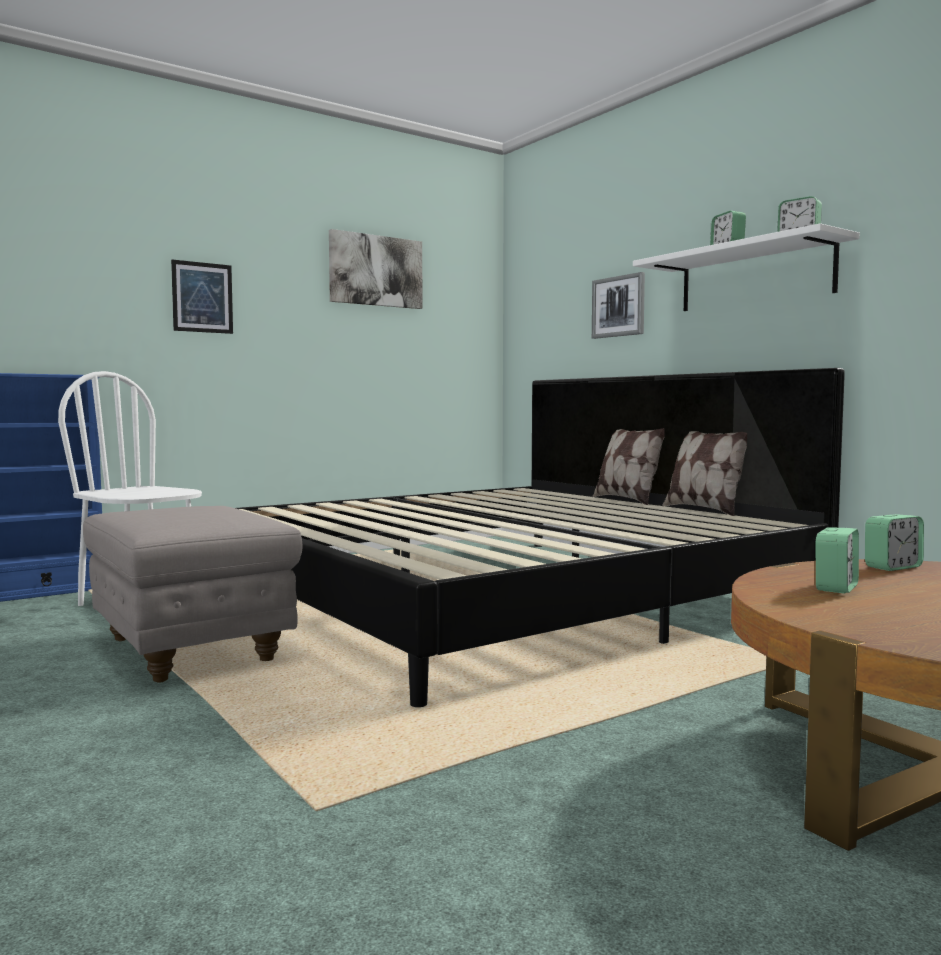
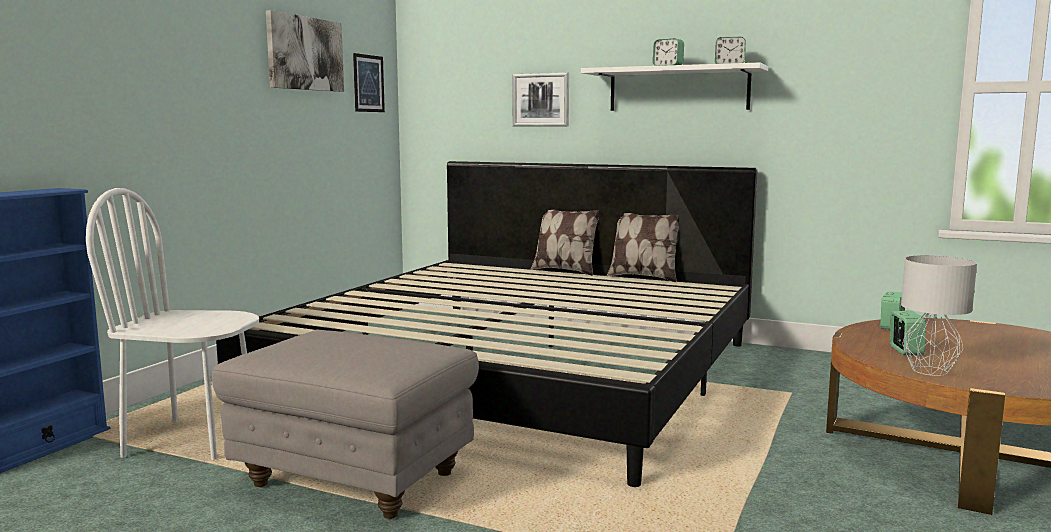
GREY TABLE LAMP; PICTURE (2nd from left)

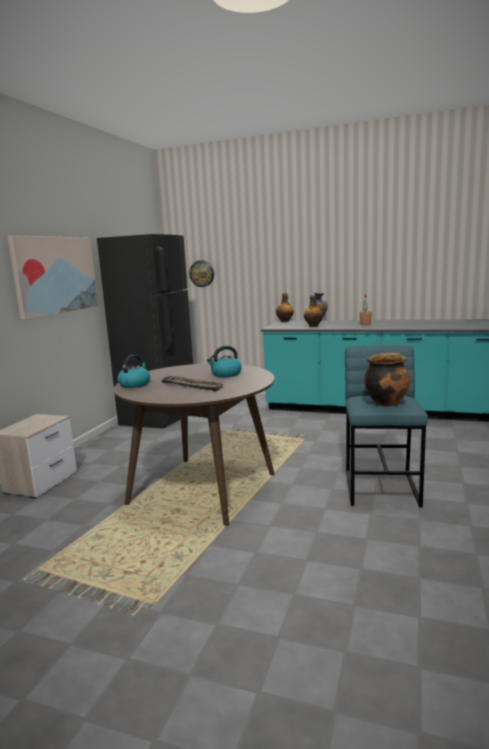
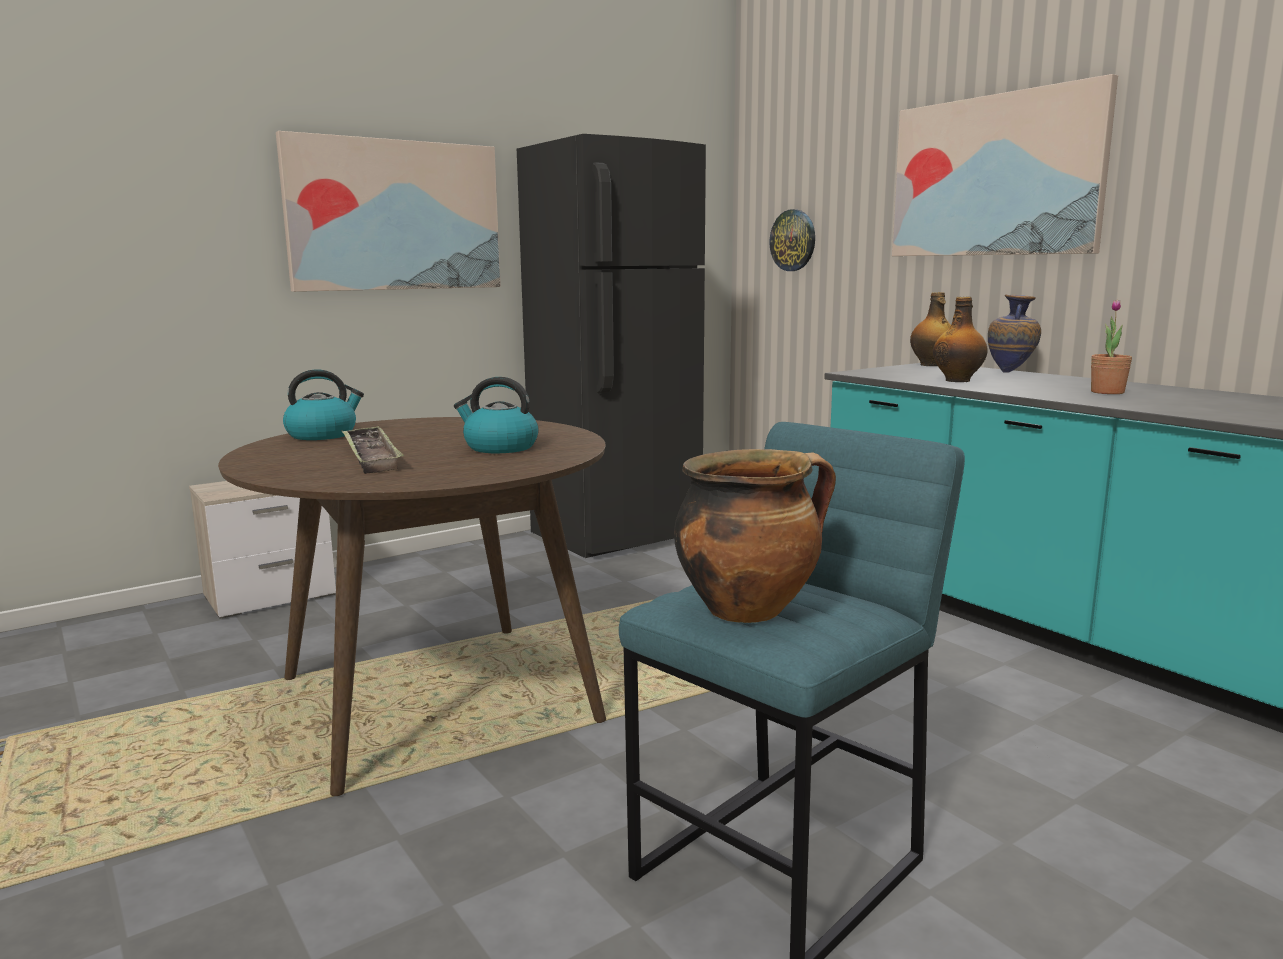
PICTURE (2nd from left)

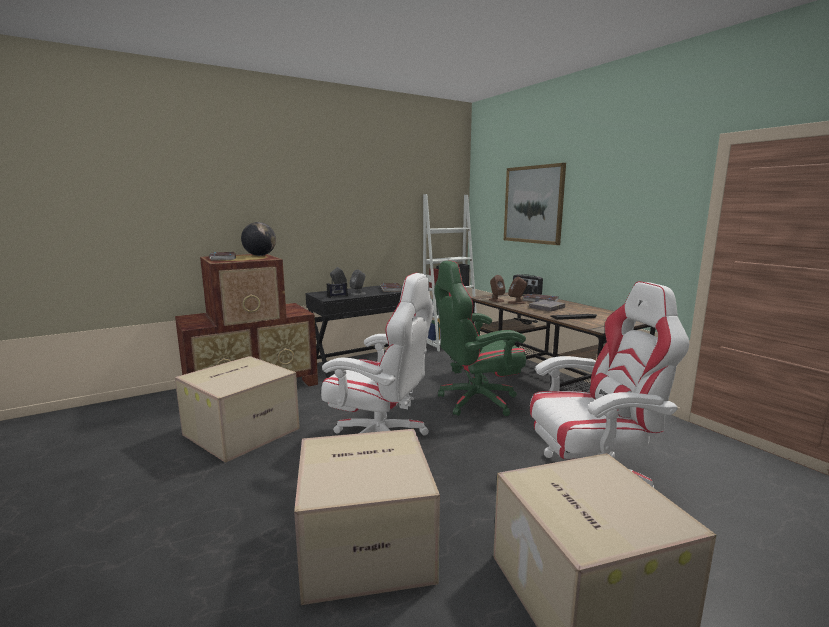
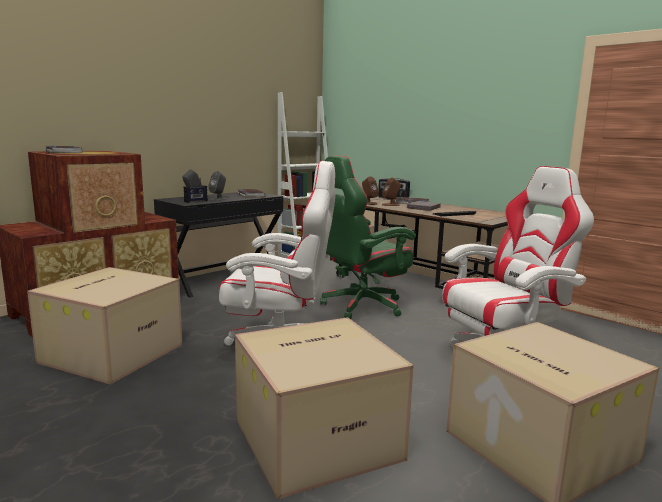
GLOBE; PICTURE

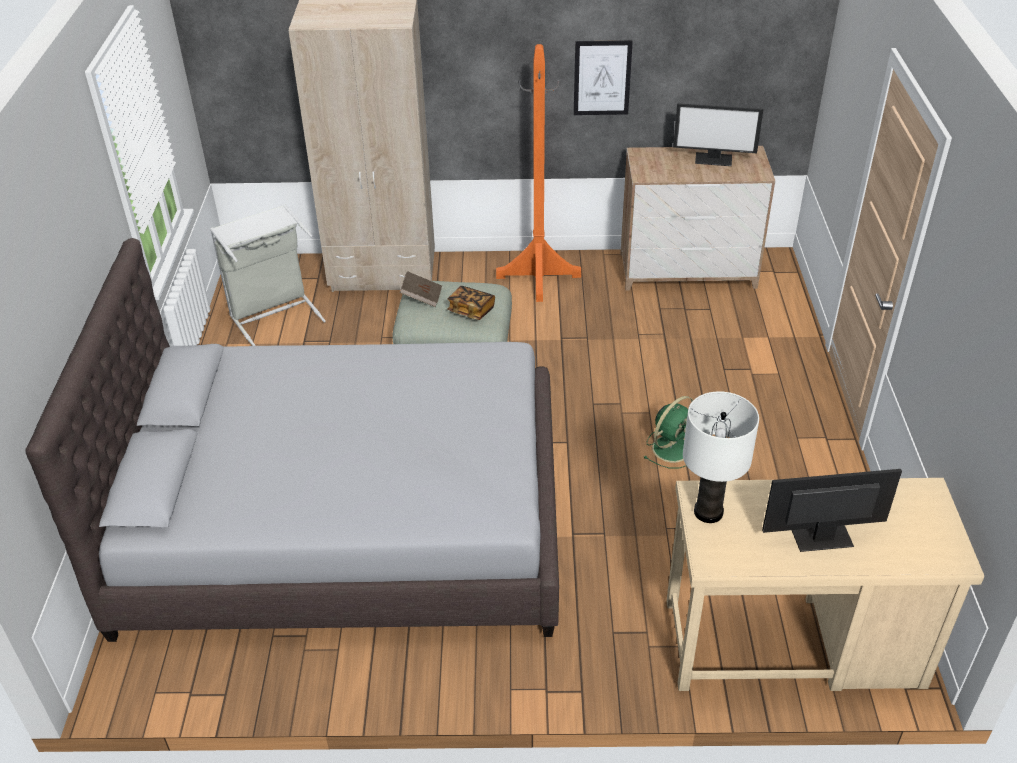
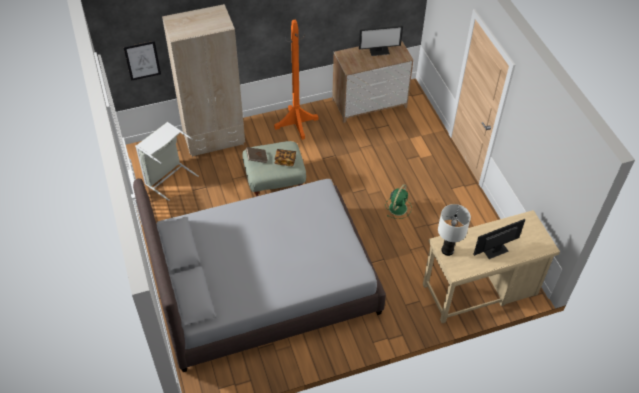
PICTURE

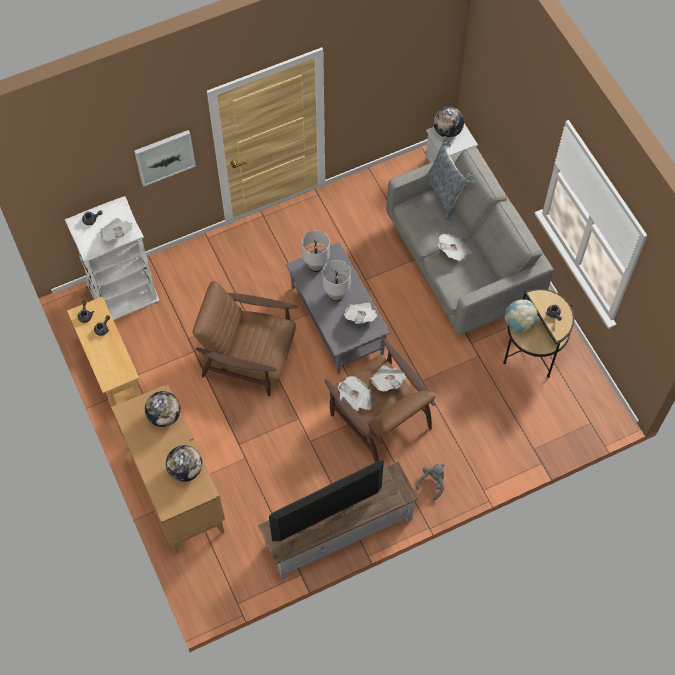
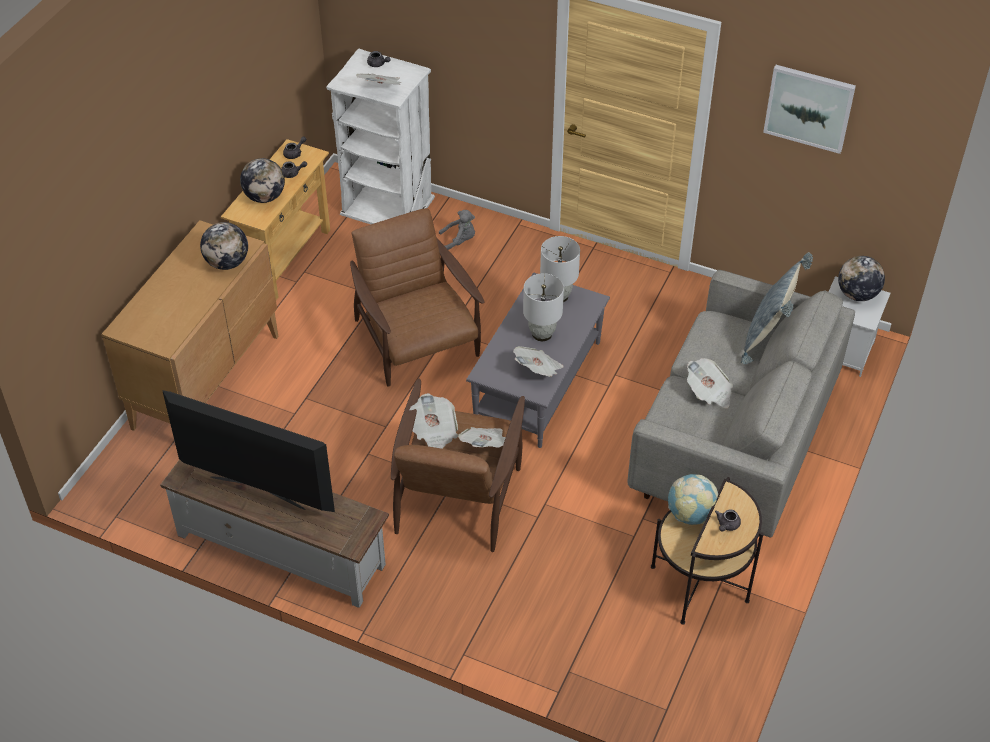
PICTURE; GLOBE (2nd from left); GREY PLUSH TOY

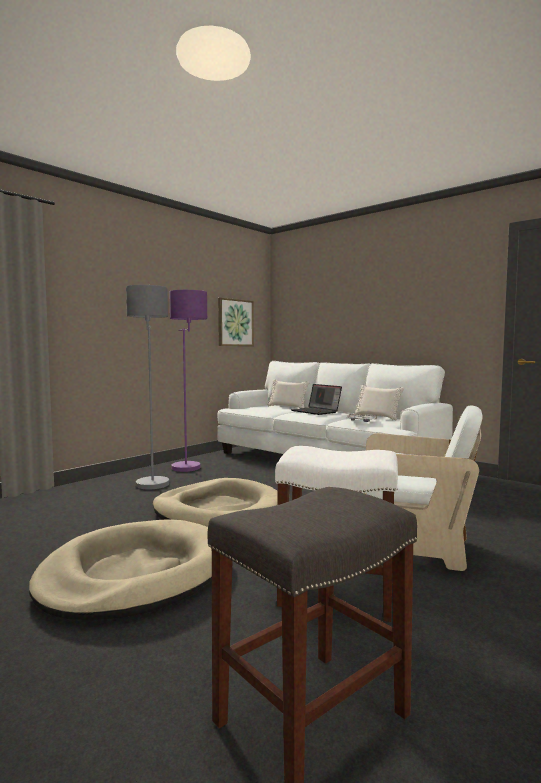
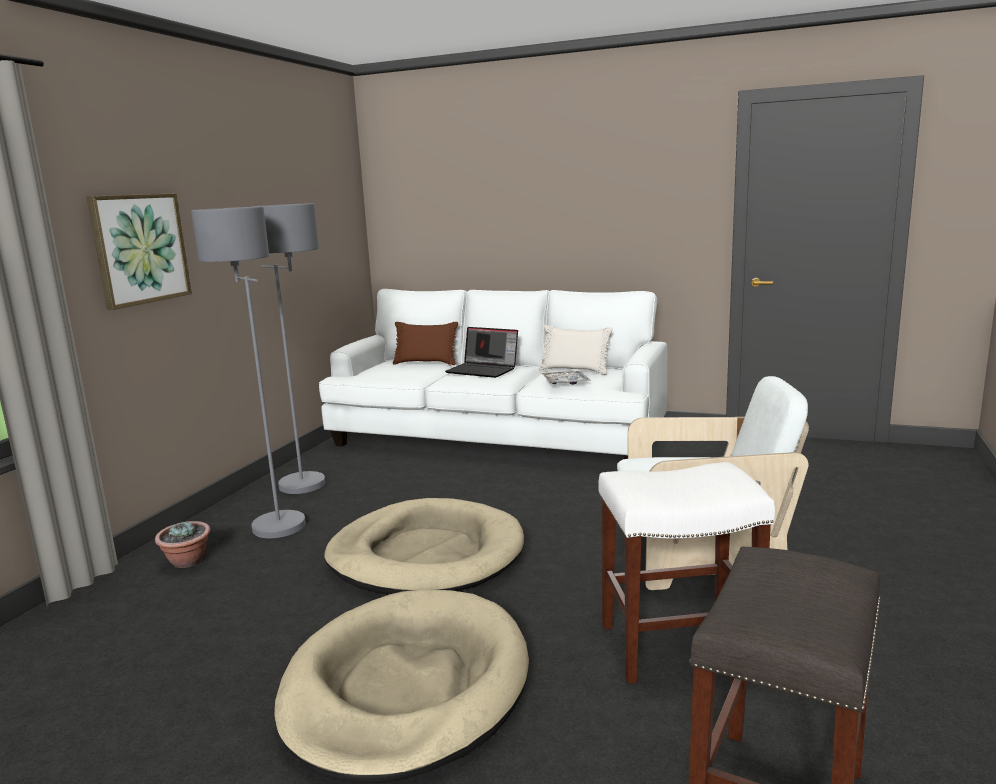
POTTED PLANT; PICTURE; GREY FLOOR LAMP (2nd from left); BROWN PILLOW

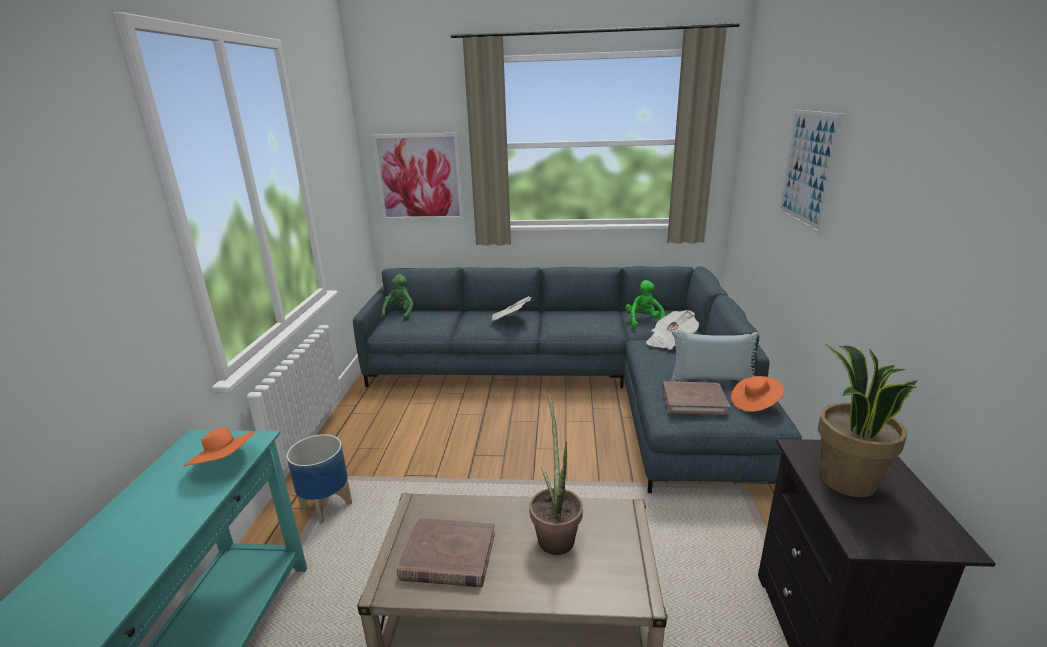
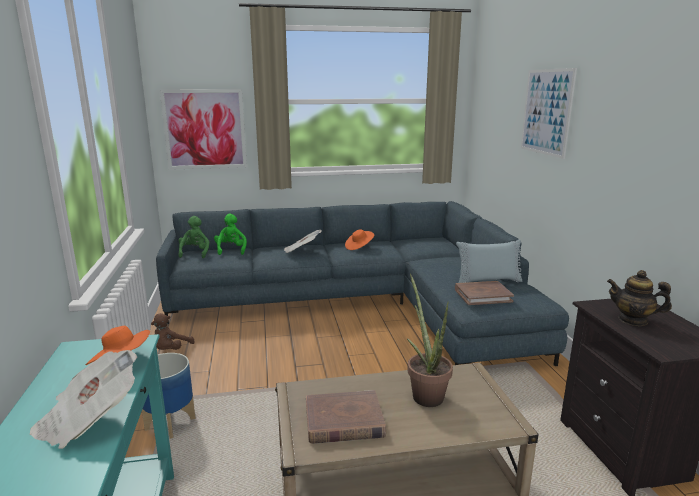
BROWN PLUSH TOY; GREEN PLUSH TOY (2nd from left); NEWSPAPER (1st from left); ORANGE HAT (2nd from left); TEAPOT

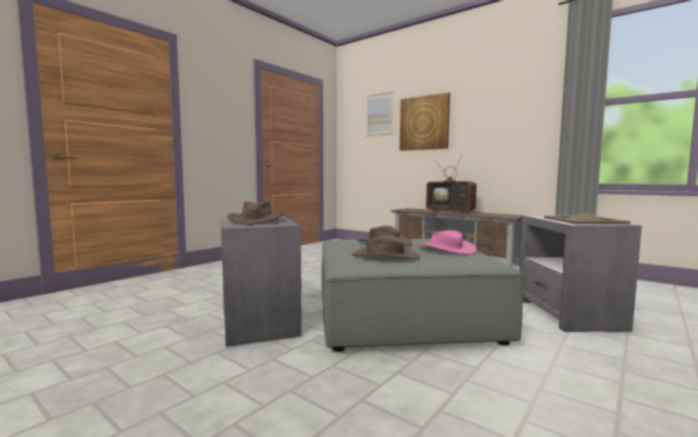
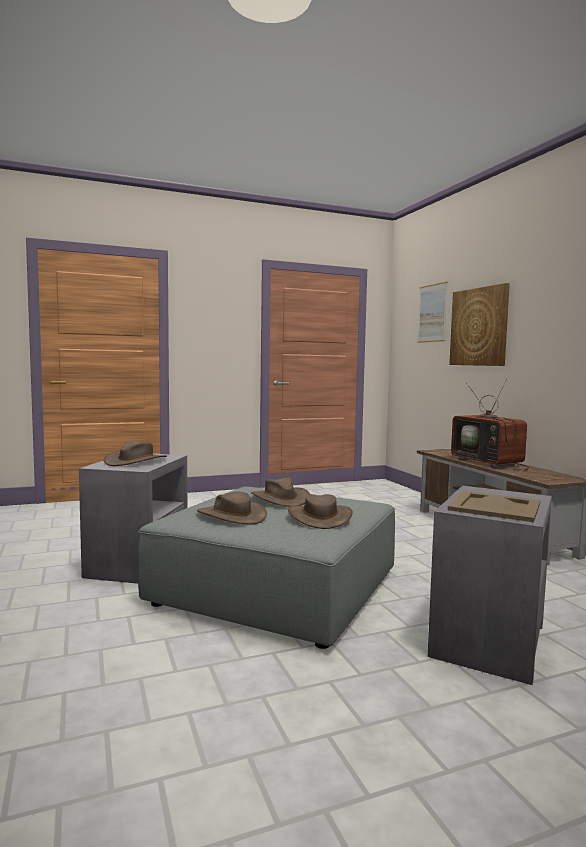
BROWN HAT (4th from left)

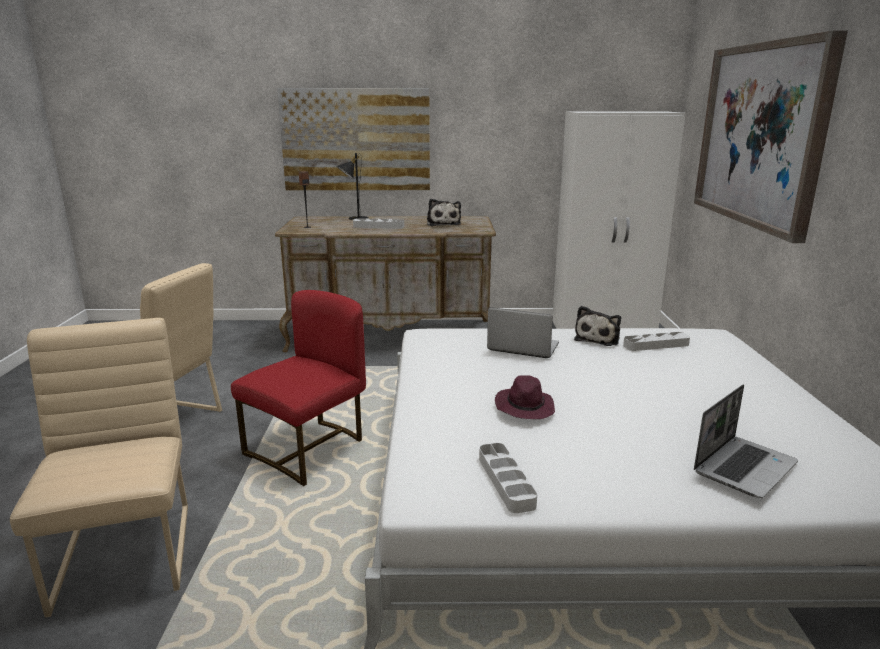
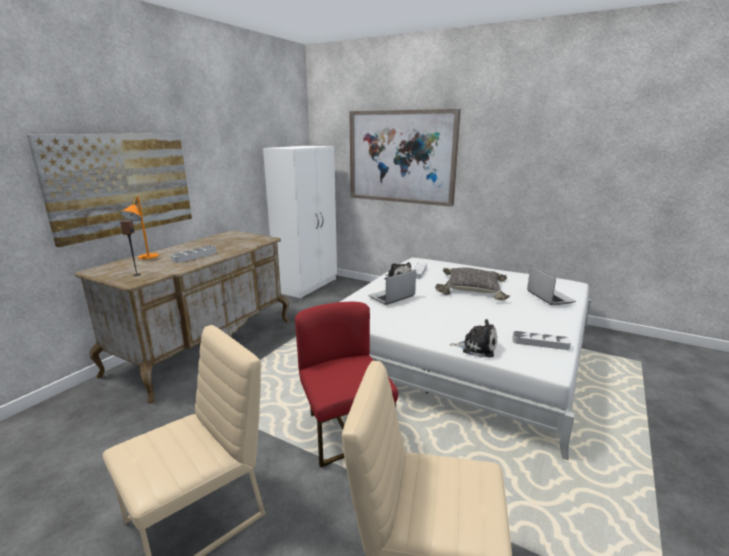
PURPLE HAT; PILLOW; PLUSH TOY (2nd from left); ORANGE TABLE LAMP

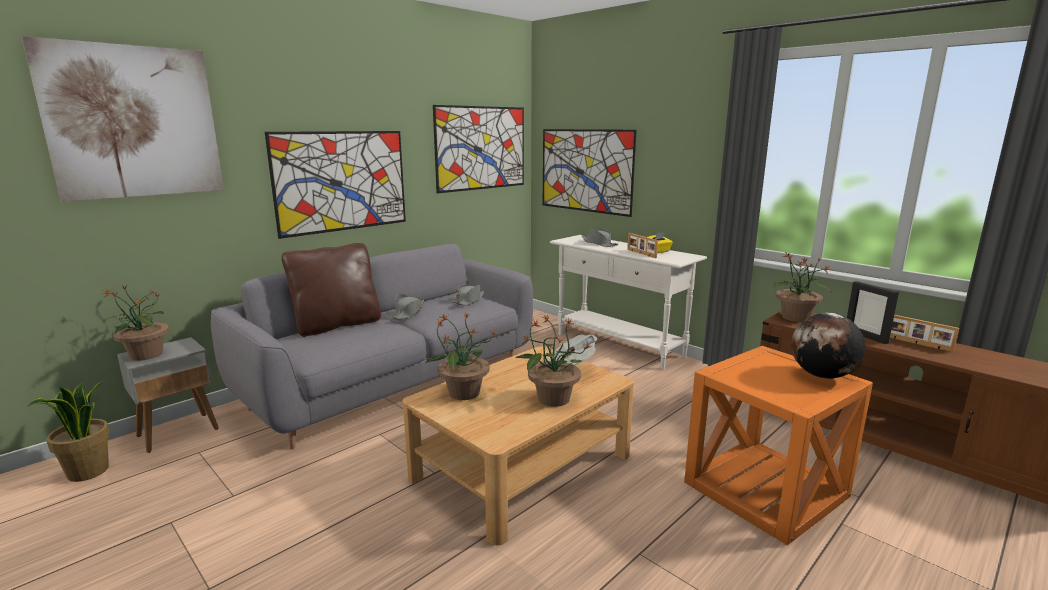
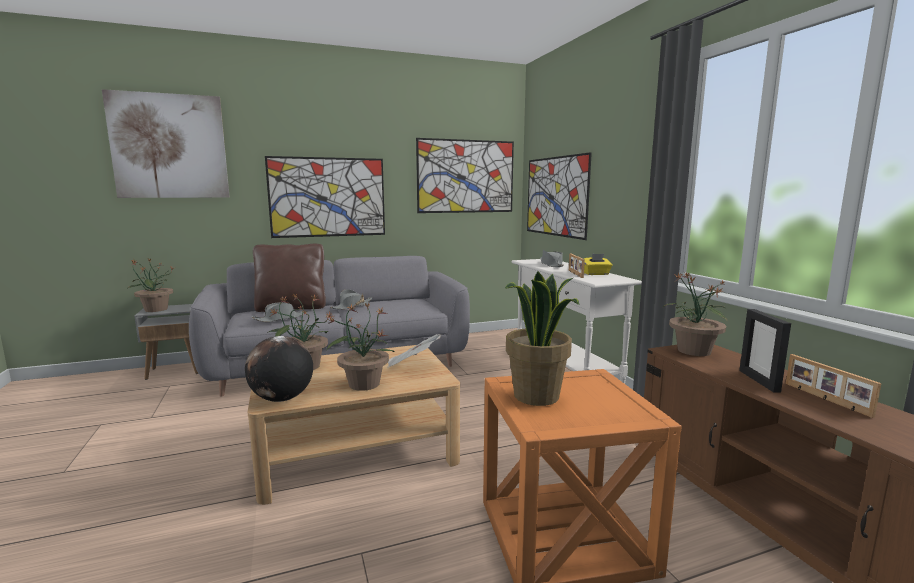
POTTED PLANT (4th from left); GREY HAT (1st from left); GLOBE

